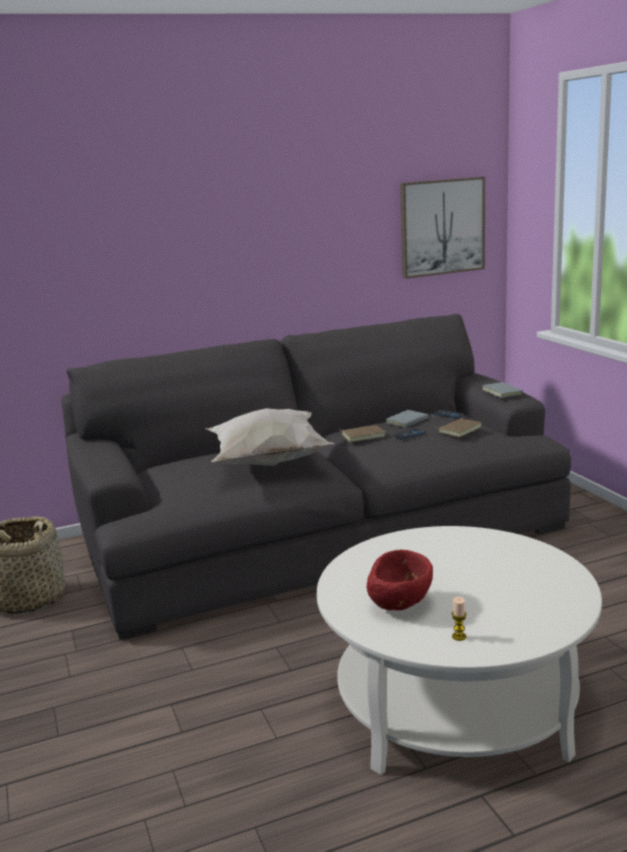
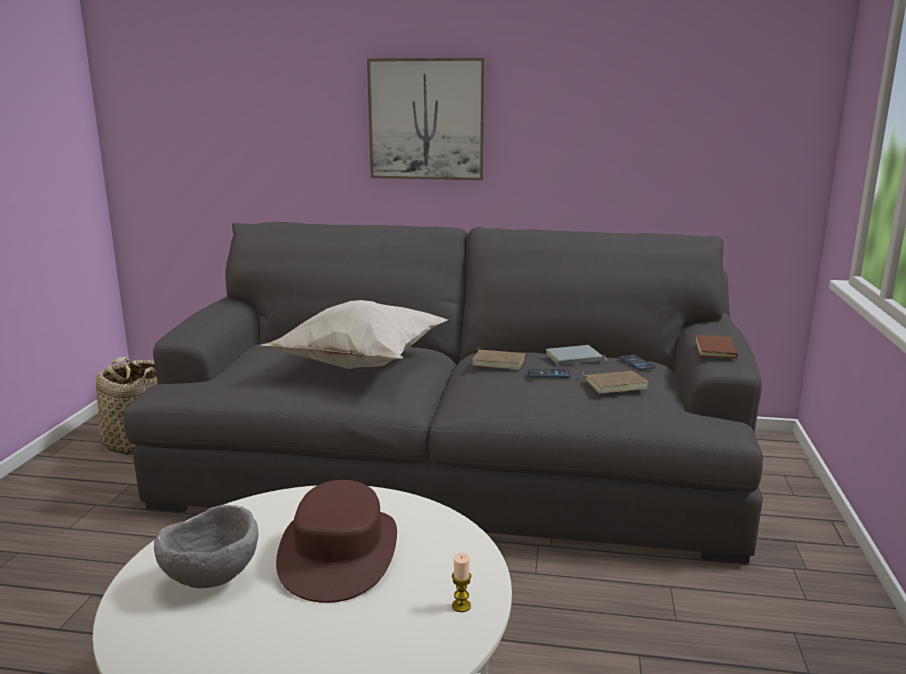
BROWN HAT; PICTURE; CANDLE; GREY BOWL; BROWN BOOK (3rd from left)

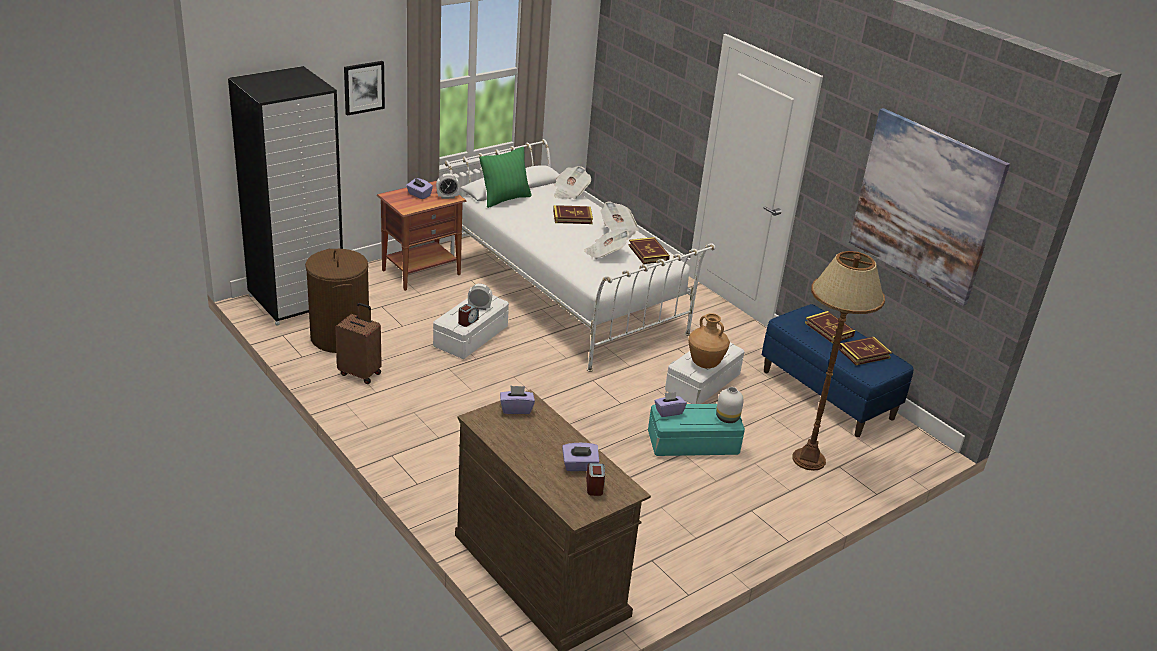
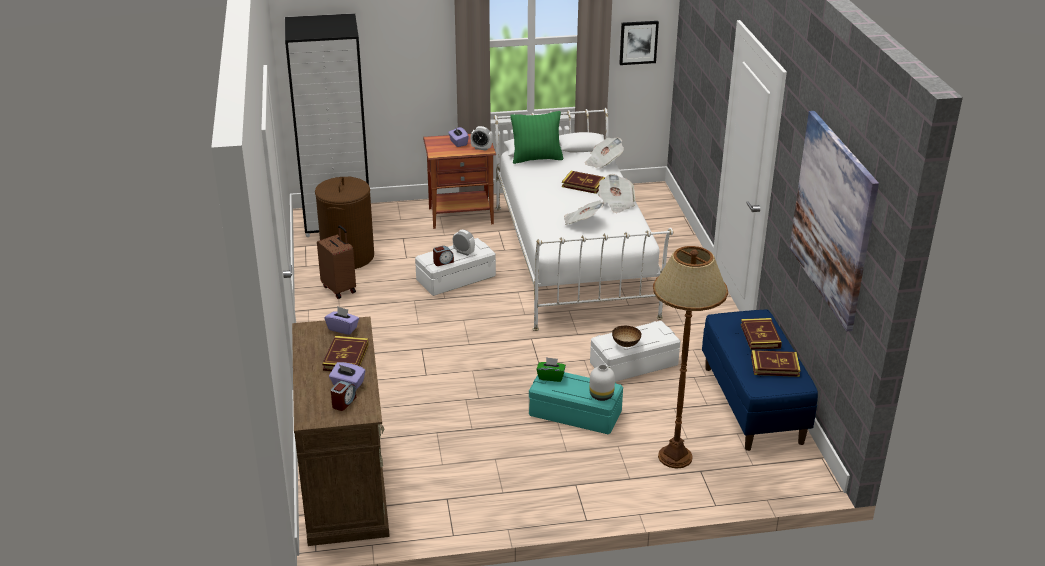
PICTURE (1st from left); BOOK (1st from left); BOWL; GREEN TISSUE BOX

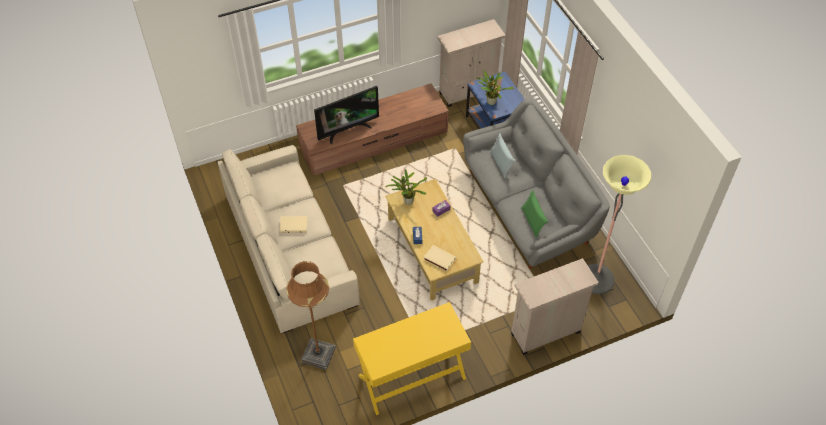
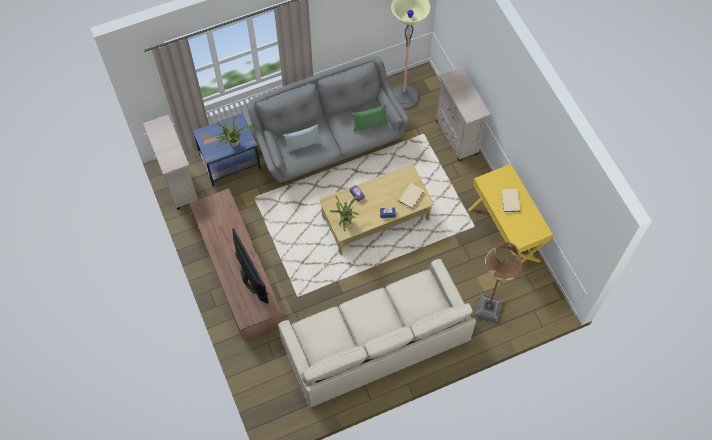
BEIGE BOOK (2nd from left)

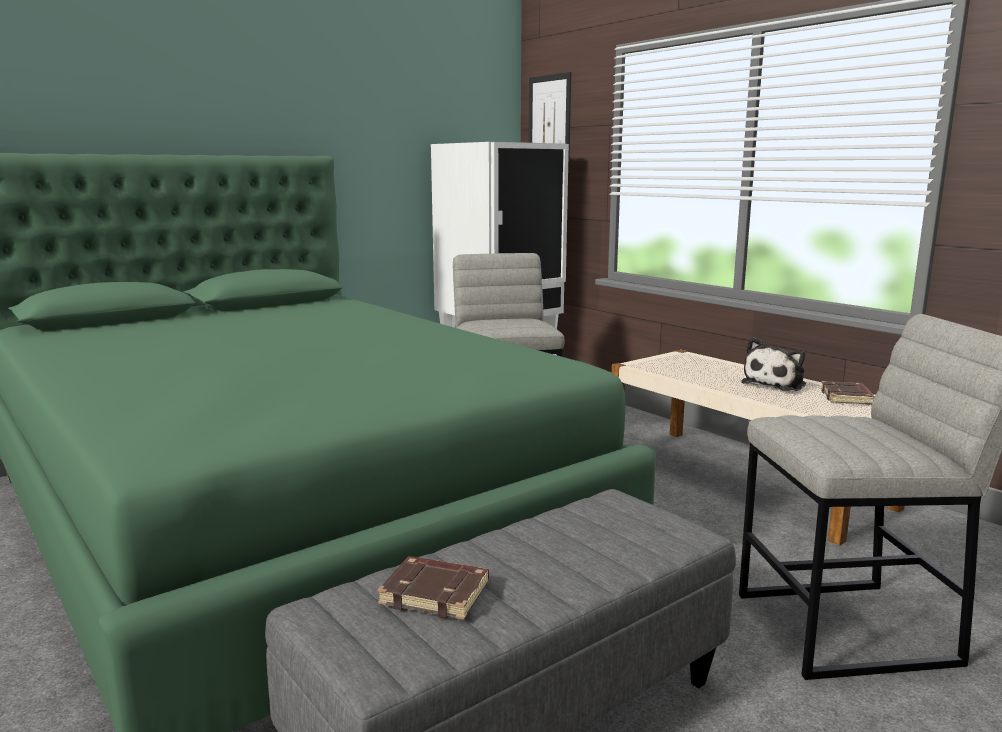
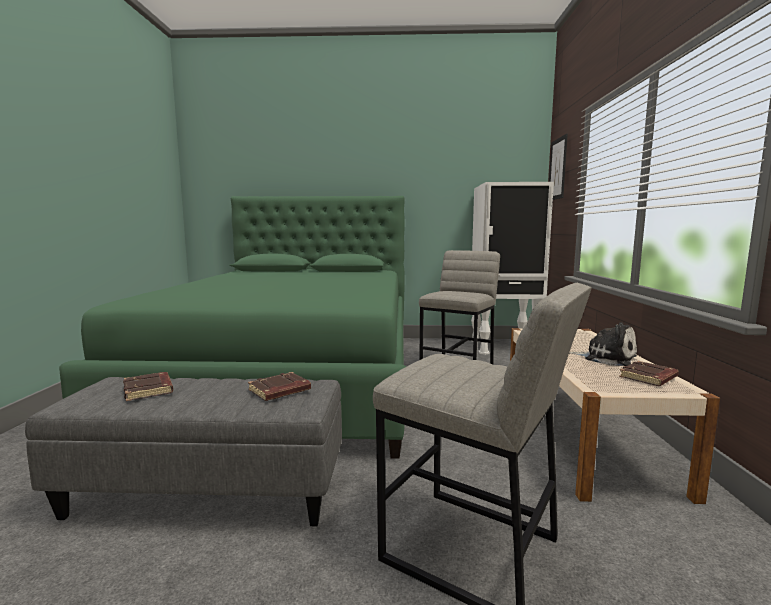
BROWN BOOK (2nd from left); PLUSH TOY

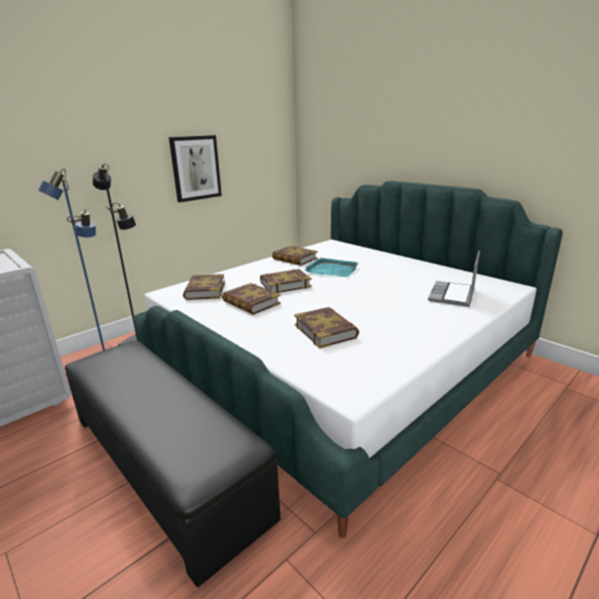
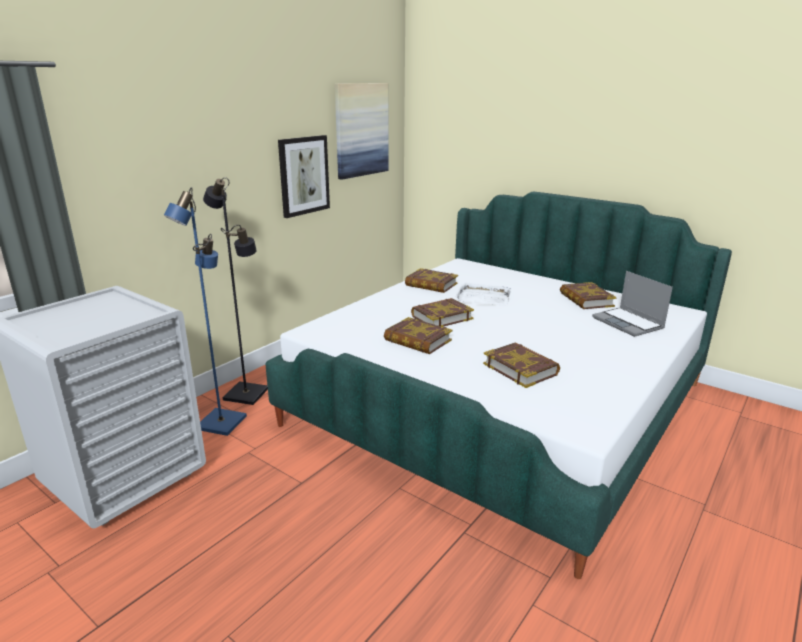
BLACK BENCH; PICTURE (2nd from left); BOOK (5th from left); WHITE TRAY; LAPTOP

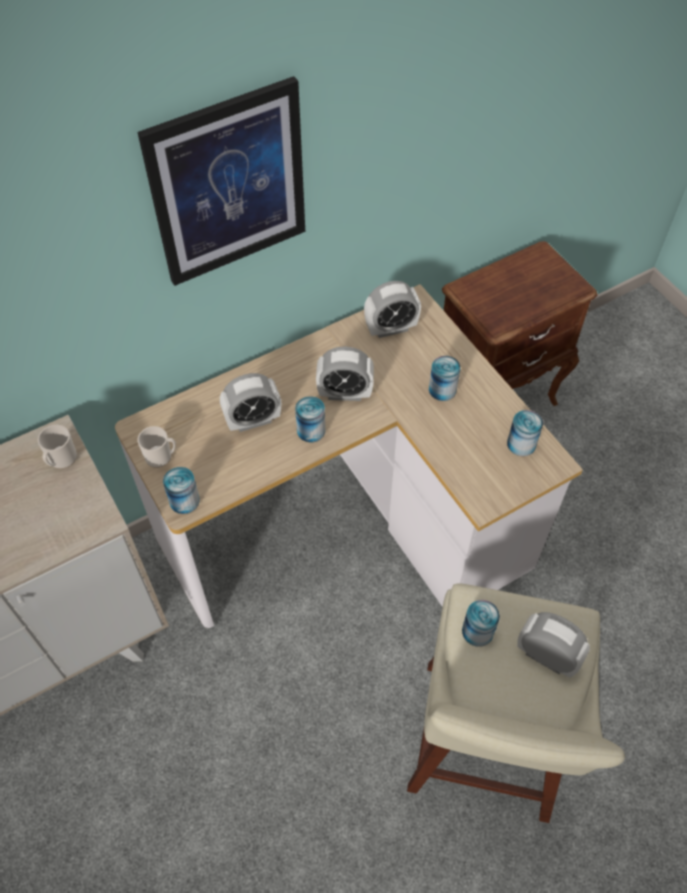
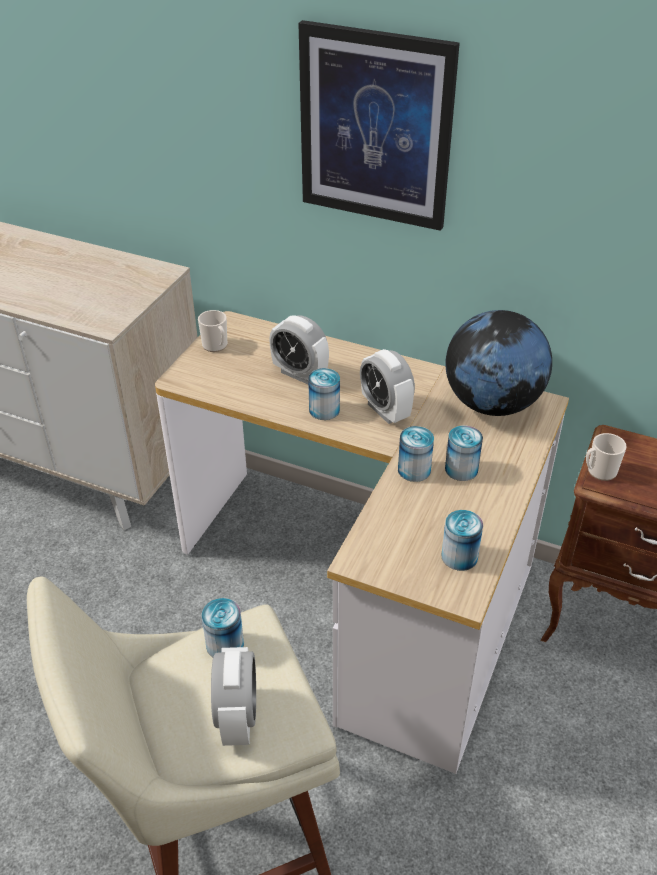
MUG (2nd from left); CAN (3rd from left); GLOBE

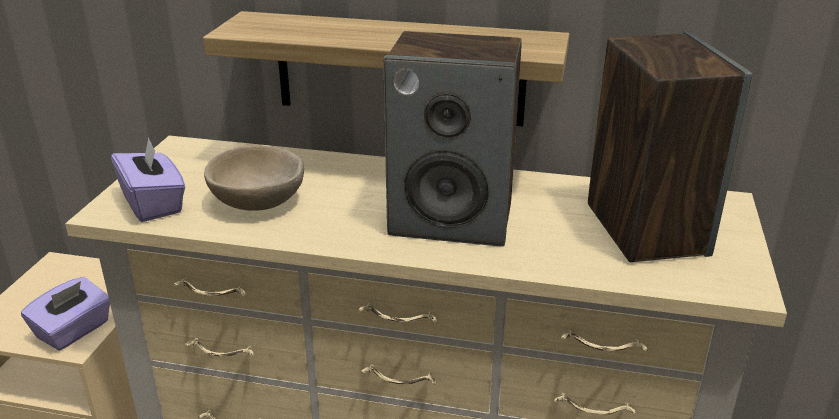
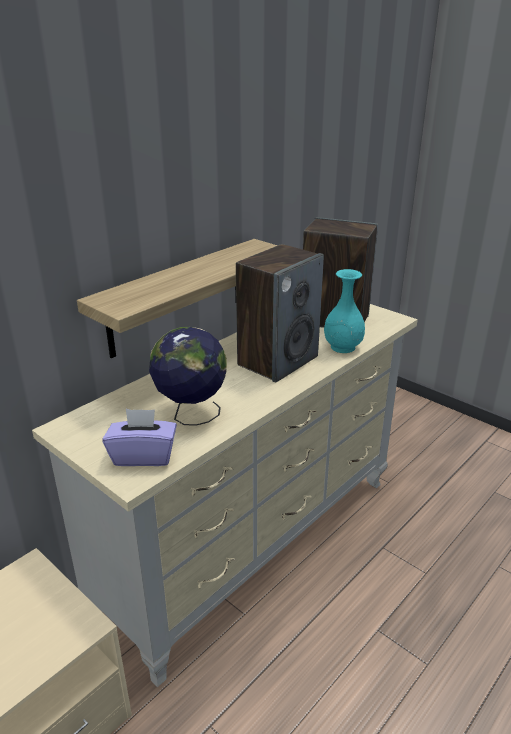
PURPLE TISSUE BOX (1st from left in the first image); TURQUOISE VASE; GLOBE

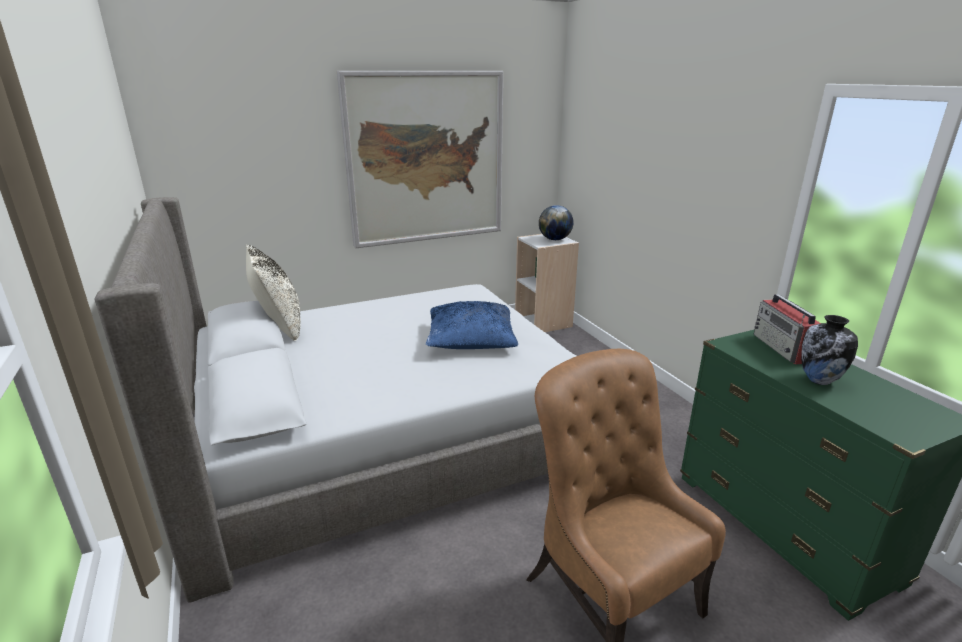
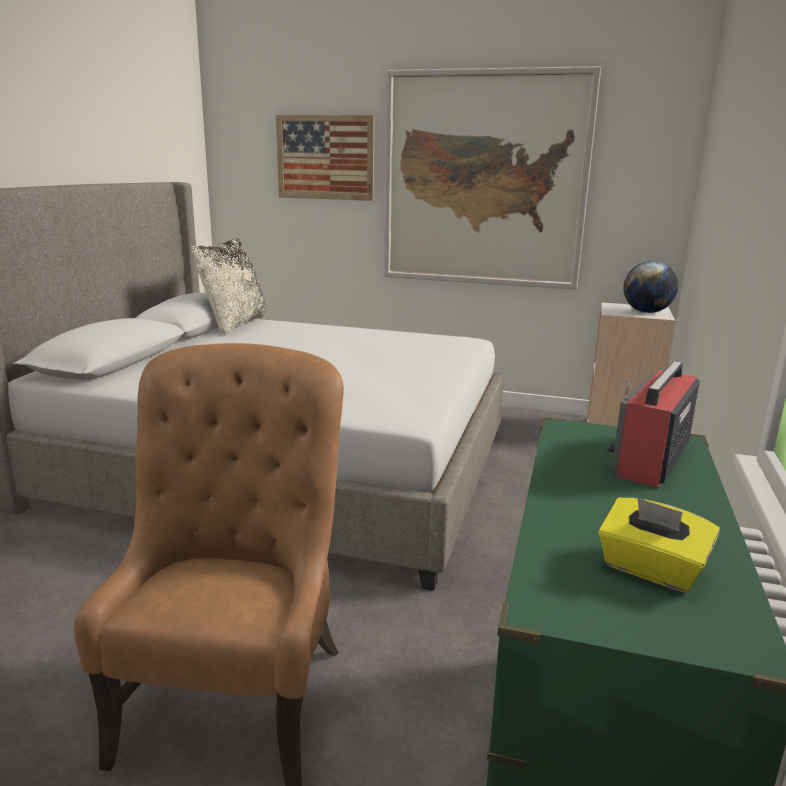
BLUE PILLOW; VASE; PICTURE (1st from left); YELLOW TISSUE BOX

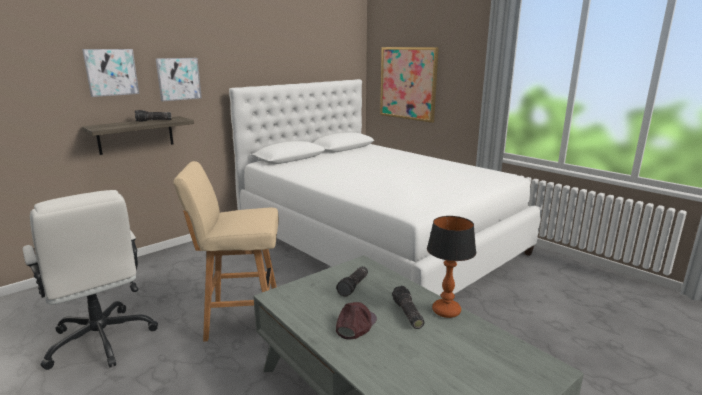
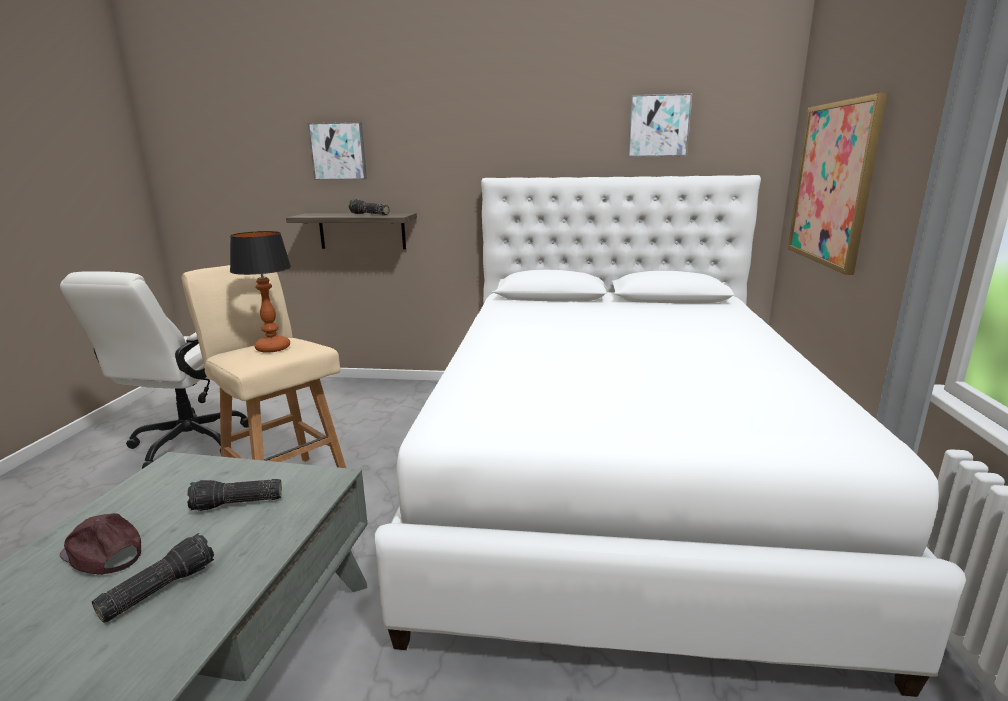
PICTURE (2nd from left); TABLE LAMP; BROWN CAP

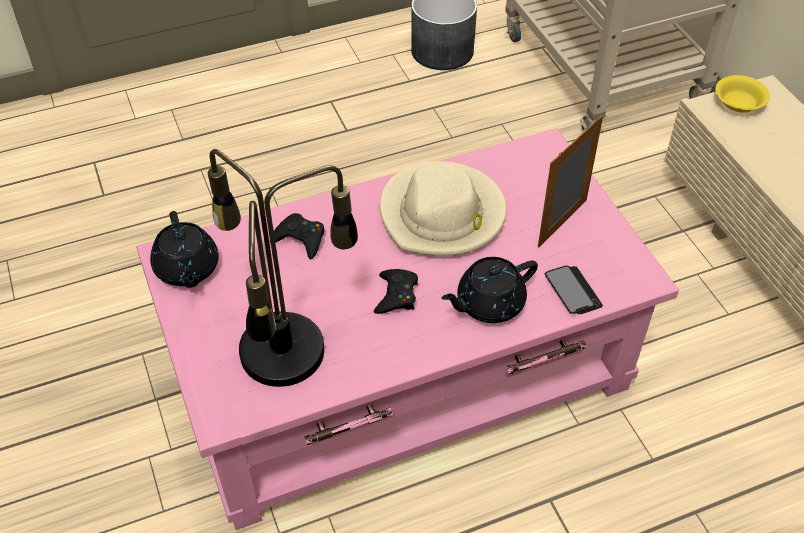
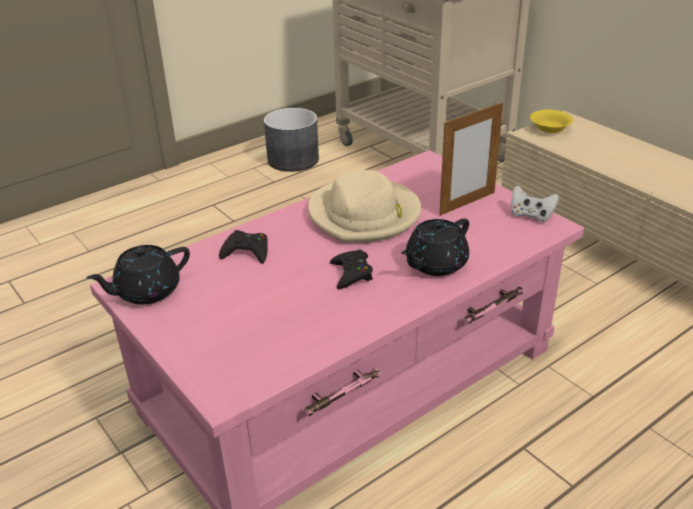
TABLE LAMP; PHONE; WHITE GAME CONTROLLER; BLACK TEAPOT (1st from left); PICTURE FRAME

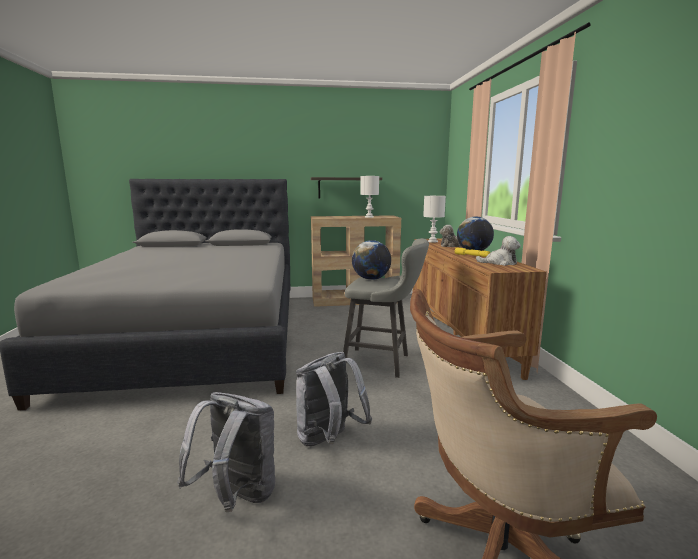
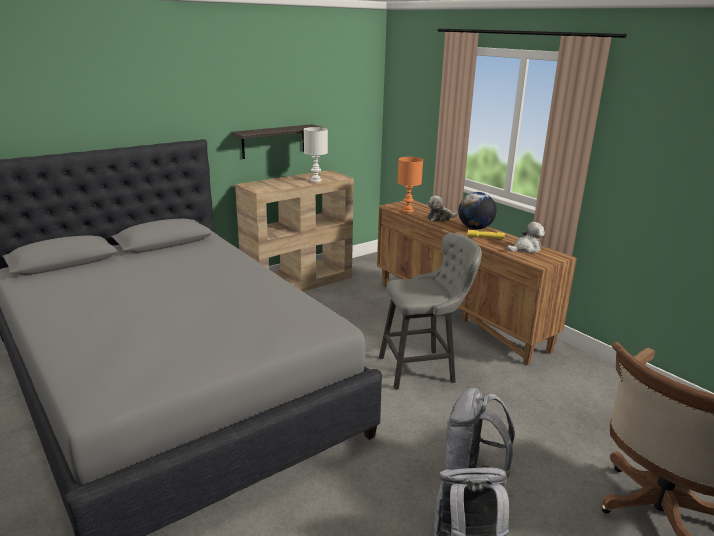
GLOBE (1st from left in the first image); ORANGE TABLE LAMP

